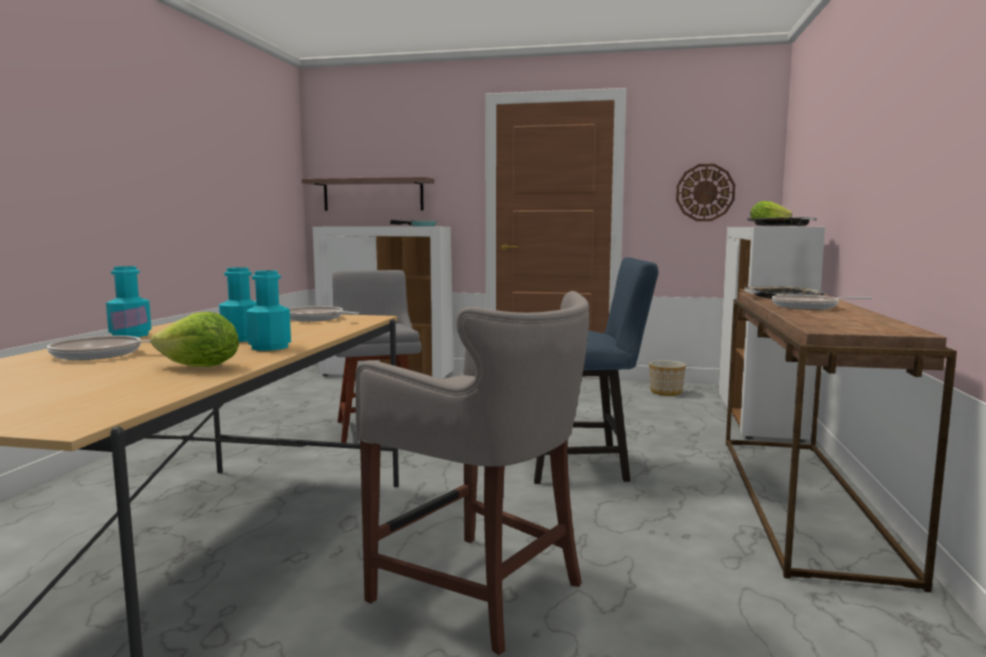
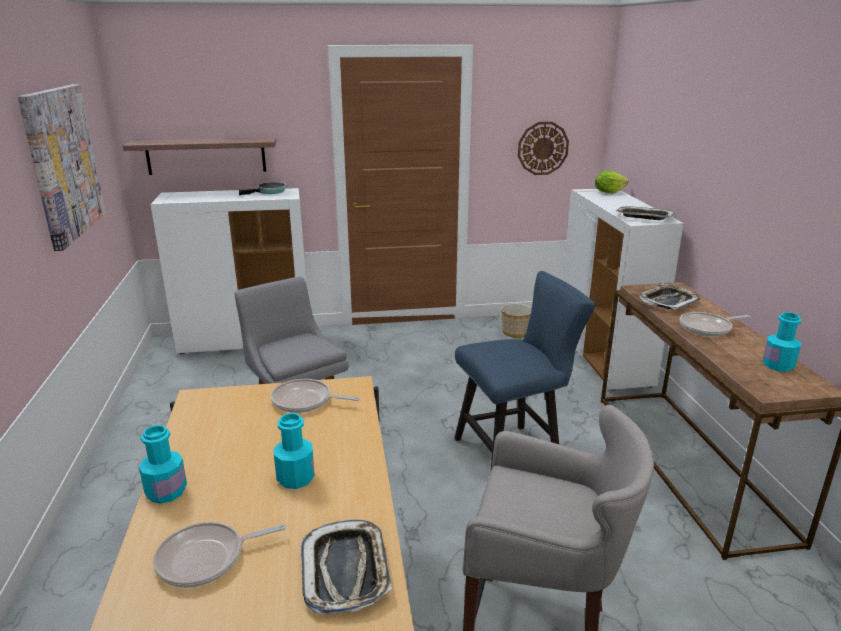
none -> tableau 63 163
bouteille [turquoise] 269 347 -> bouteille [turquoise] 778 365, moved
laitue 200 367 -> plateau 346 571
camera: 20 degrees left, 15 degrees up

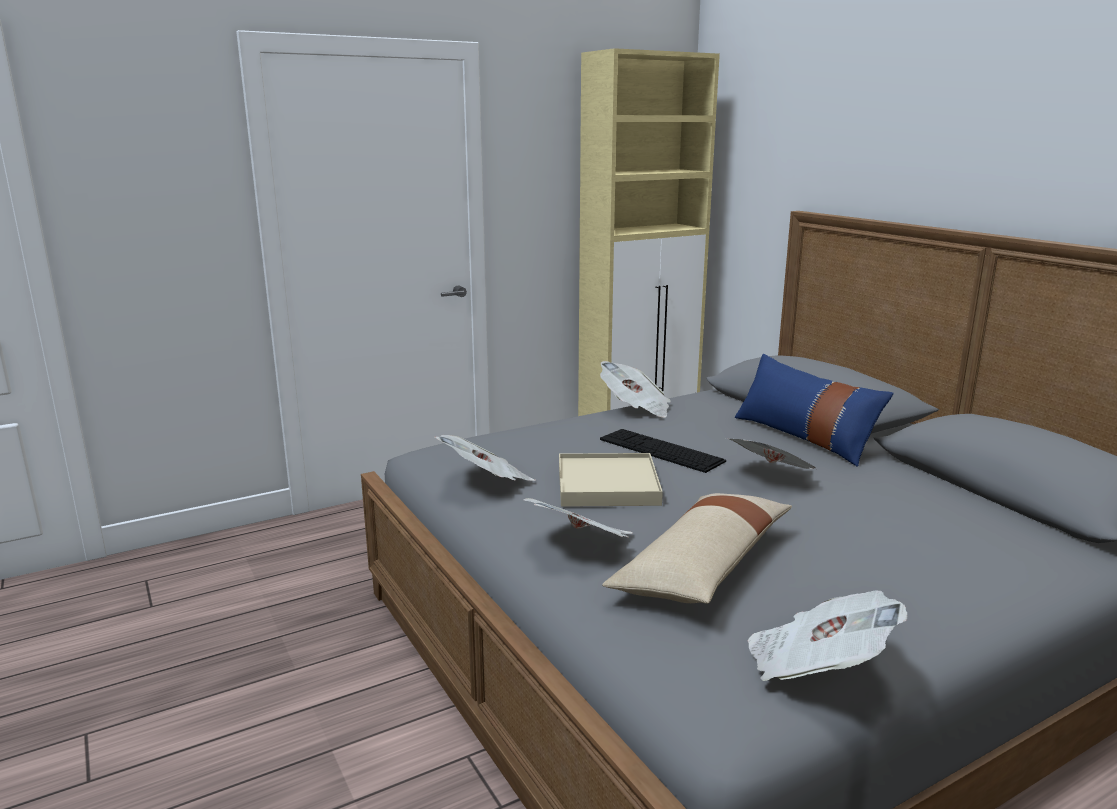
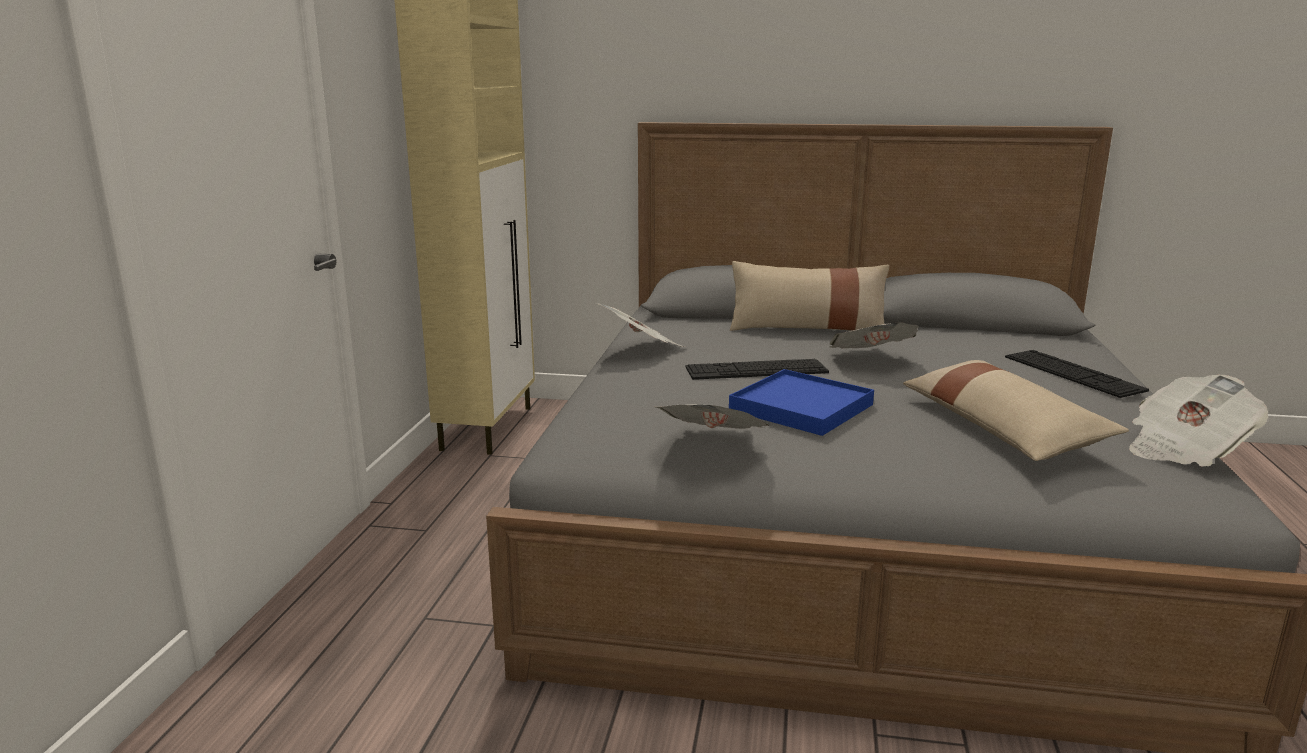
journal 582 545 -> none
none -> clavier 1072 373
plateau [beige] 608 485 -> plateau [bleu] 801 407
coussin [bleu] 804 437 -> coussin [beige] 807 328
camera: 50 degrees left, 0 degrees up

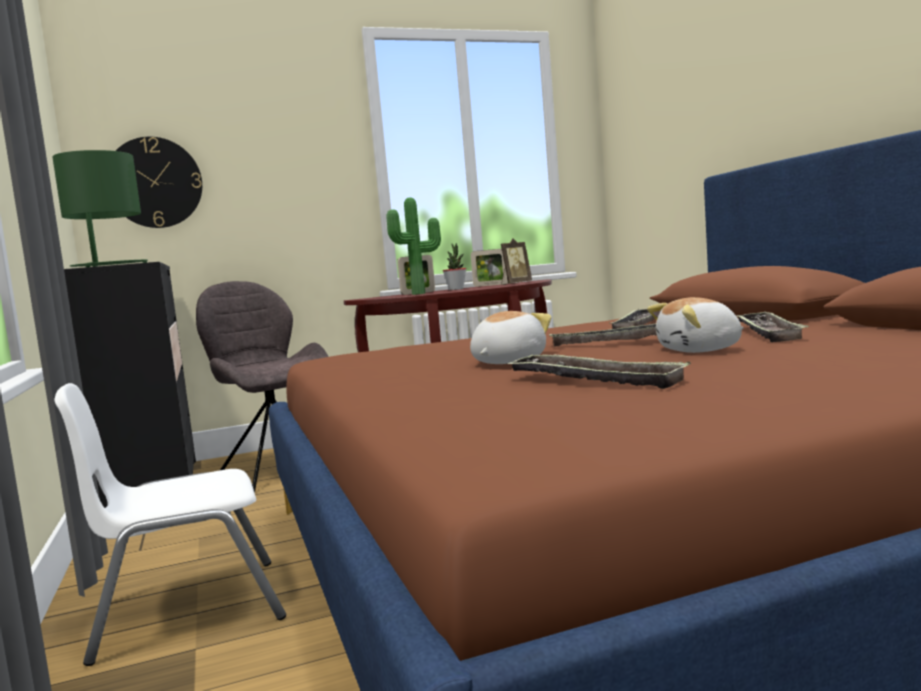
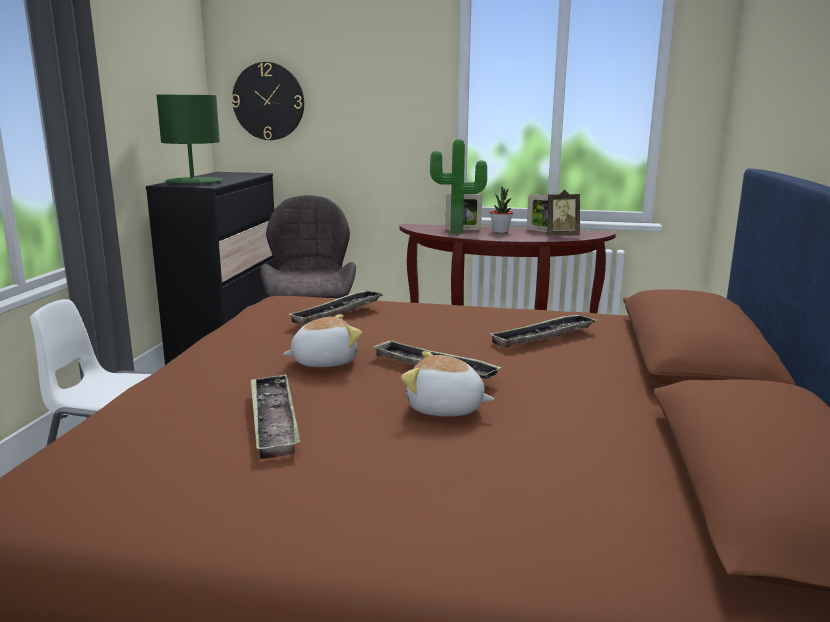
plateau 767 332 -> plateau 338 312, moved
camera: 30 degrees right, 10 degrees up

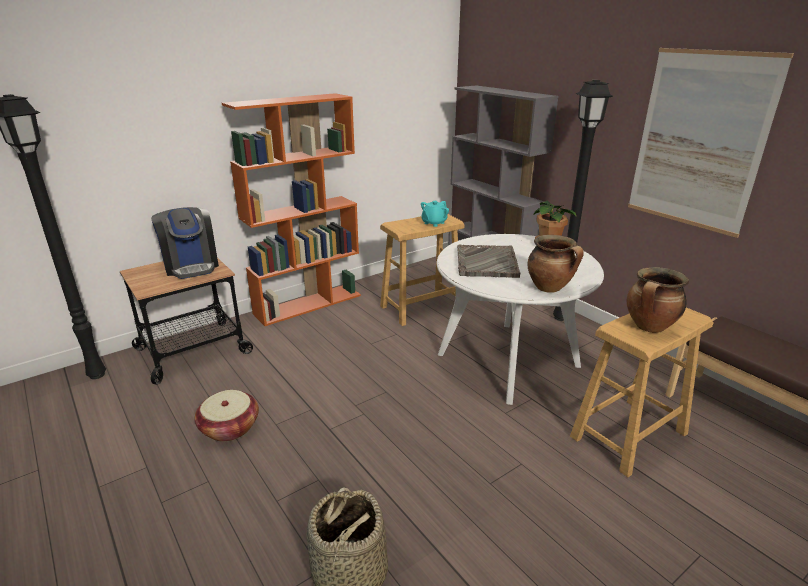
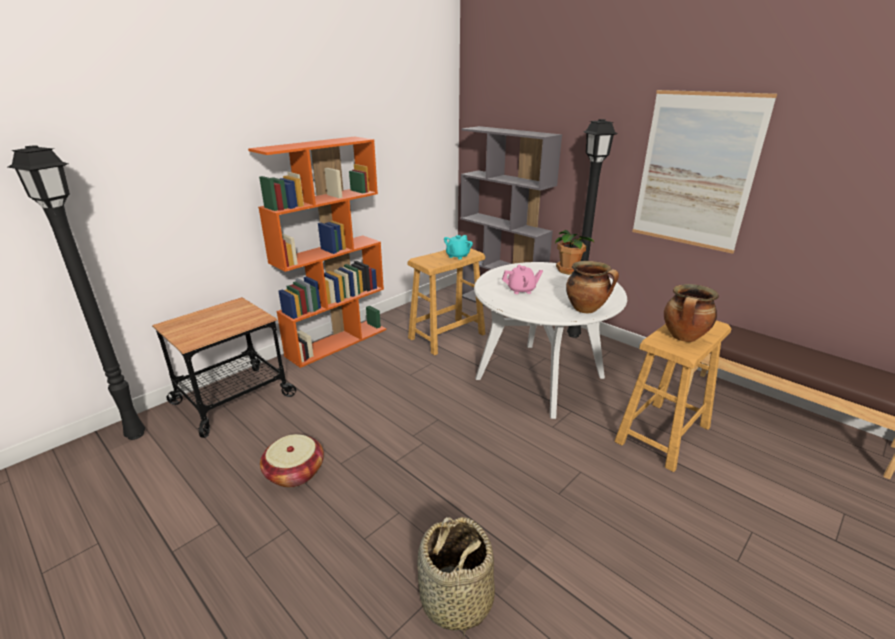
machine à café 191 266 -> none
plateau [gris] 486 263 -> théière [rose] 521 290
camera: 10 degrees left, 0 degrees up

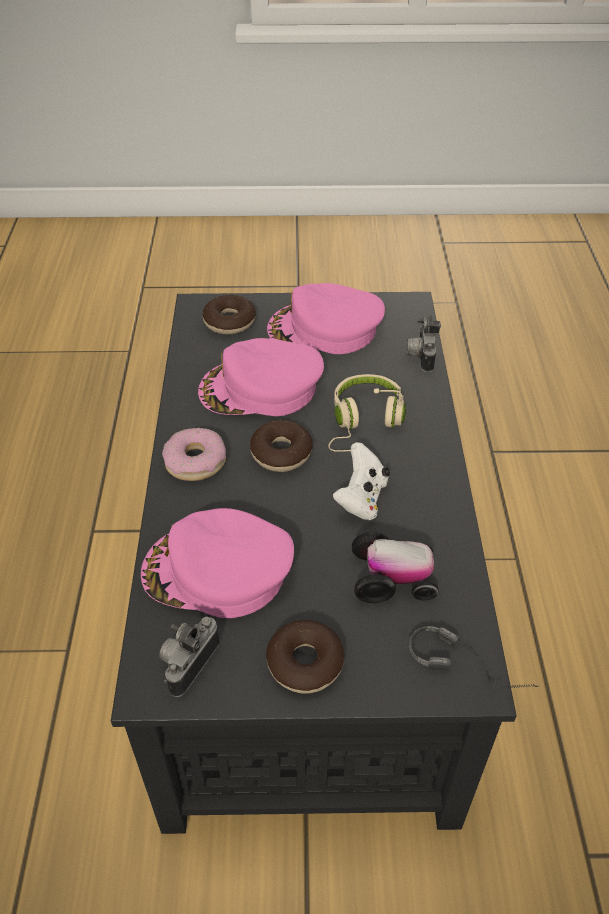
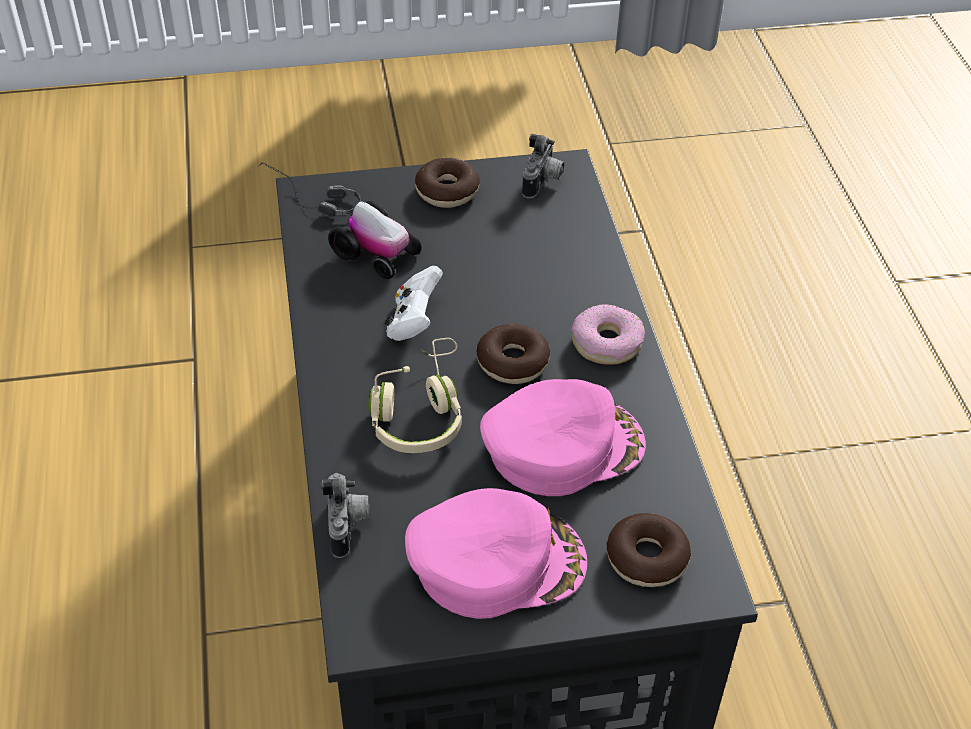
casquette [rose] 217 571 -> none
petite voiture 393 579 -> petite voiture 376 254, 135 degrees counterclockwise
camera: 170 degrees right, 0 degrees up

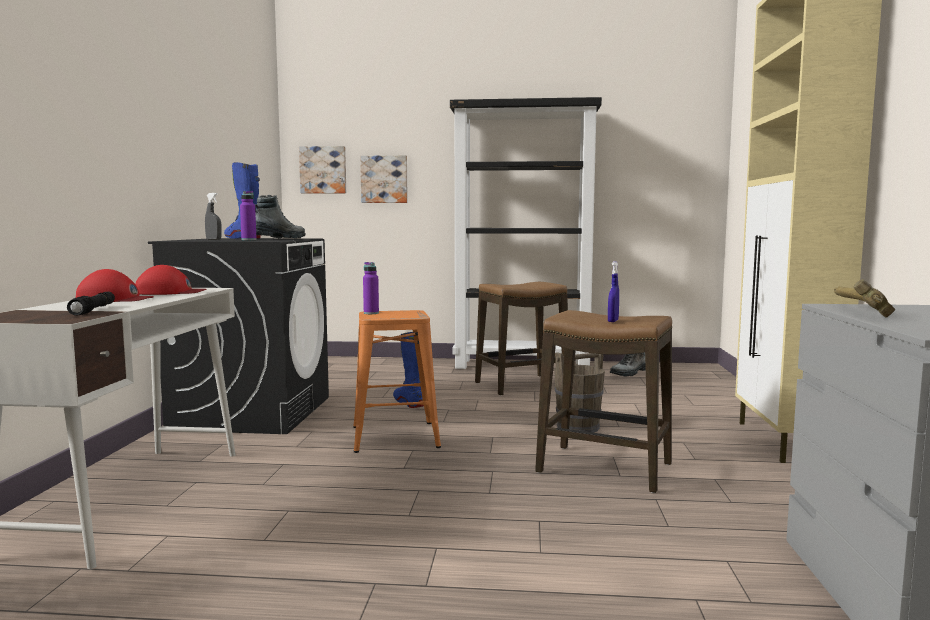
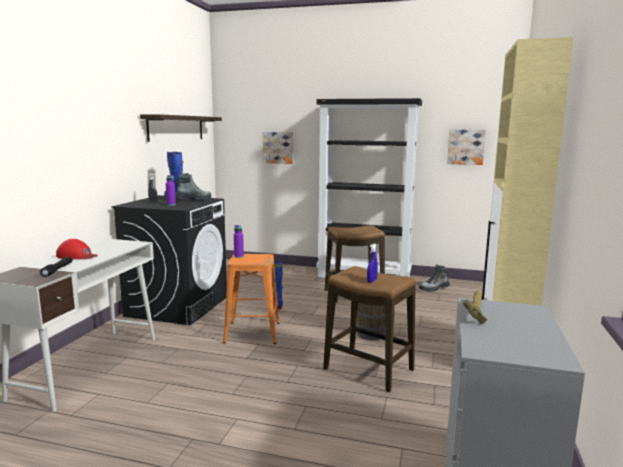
casquette [rouge] 169 292 -> none
none -> étagère 176 128
tableau 323 170 -> tableau 465 147, moved
camera: 10 degrees right, 5 degrees up

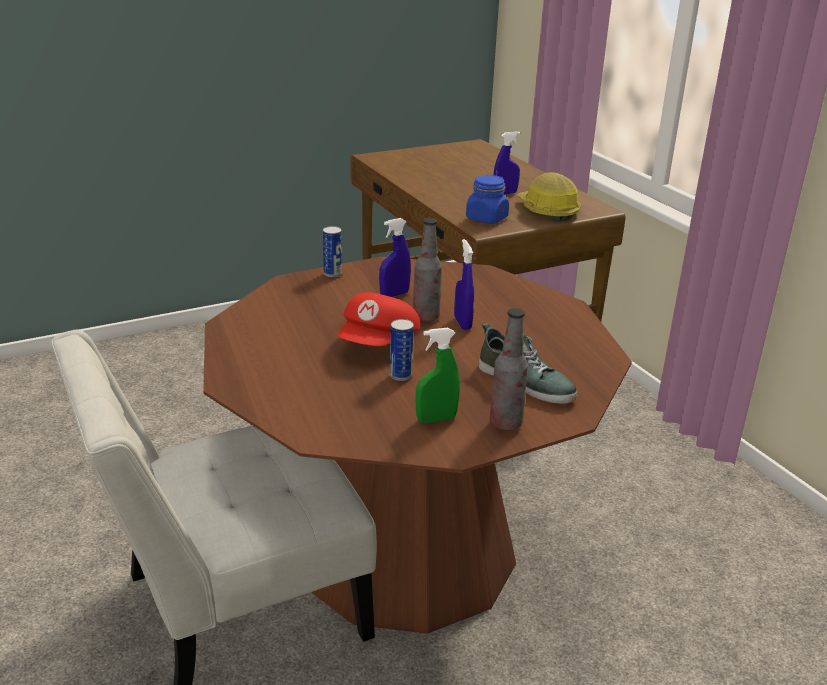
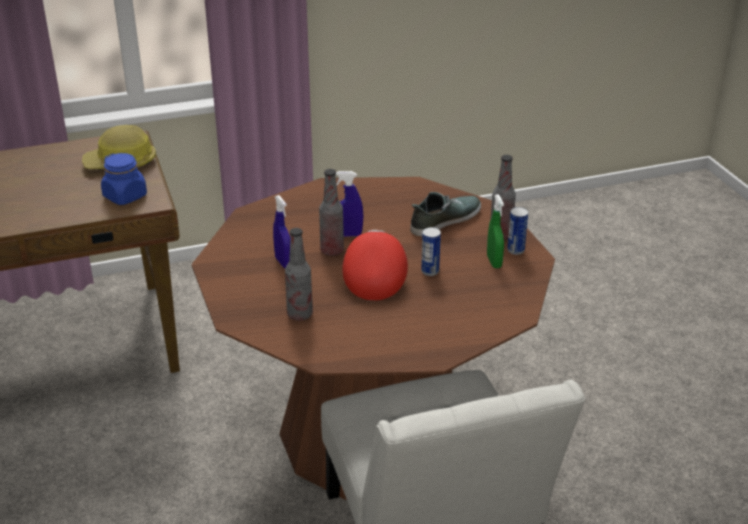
vaporisateur [bleu] 505 193 -> none
none -> bouteille 300 314
boîte métallique 332 274 -> boîte métallique 515 250, moved
casquette [rouge] 379 343 -> casquette [rouge] 374 277, 120 degrees counterclockwise
camera: 80 degrees left, 5 degrees up

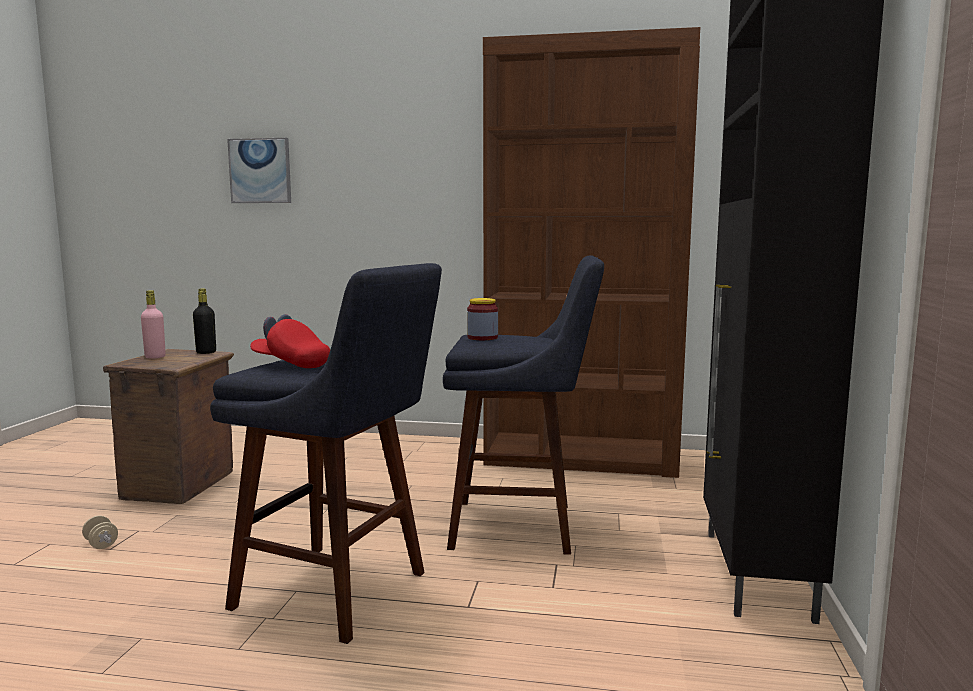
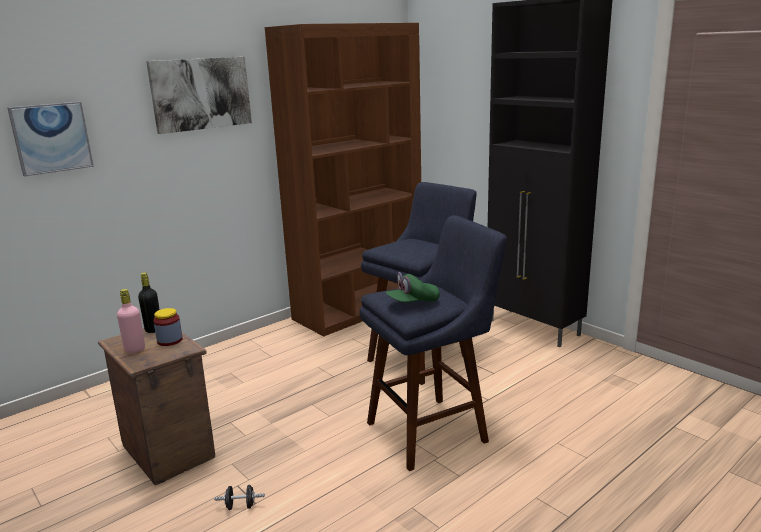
none -> tableau 201 94
bocal 482 338 -> bocal 170 340, moved
haltère [beige] 101 544 -> haltère [noir] 240 506
casquette [rouge] 291 364 -> casquette [vert] 413 302
camera: 50 degrees left, 10 degrees up

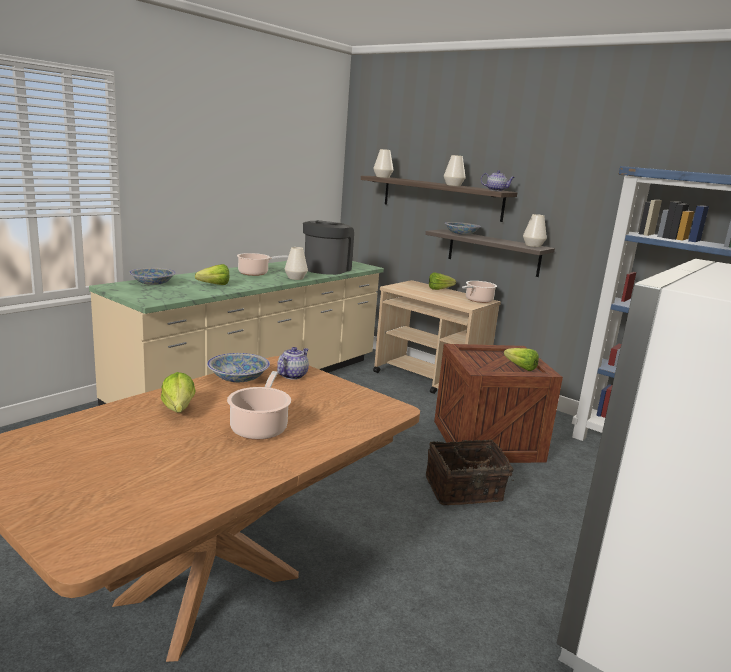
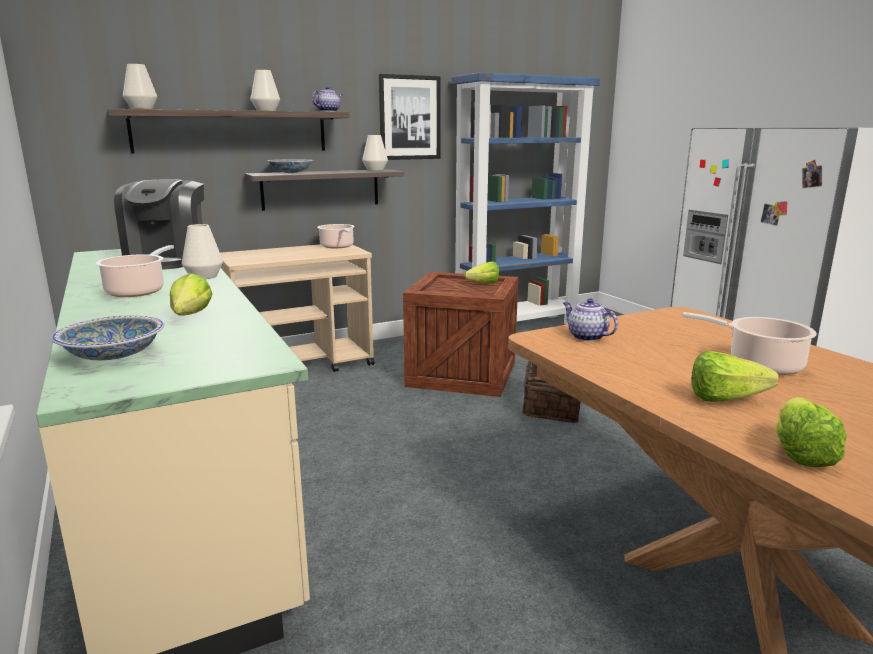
bol 238 378 -> none
none -> tableau 409 118
laitue 442 289 -> laitue 800 450, moved
machine à café 326 269 -> machine à café 168 260, 135 degrees counterclockwise
camera: 65 degrees left, 0 degrees up

